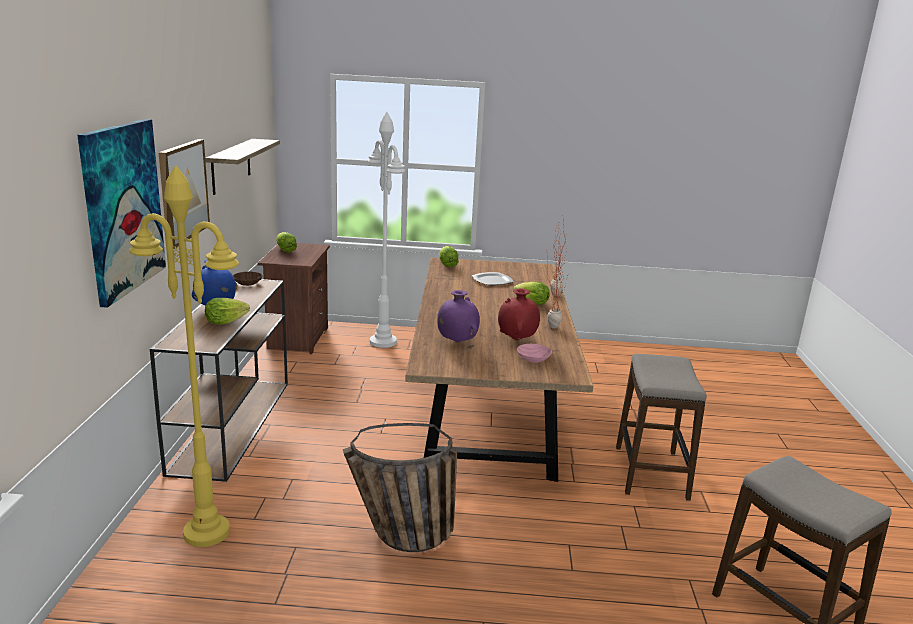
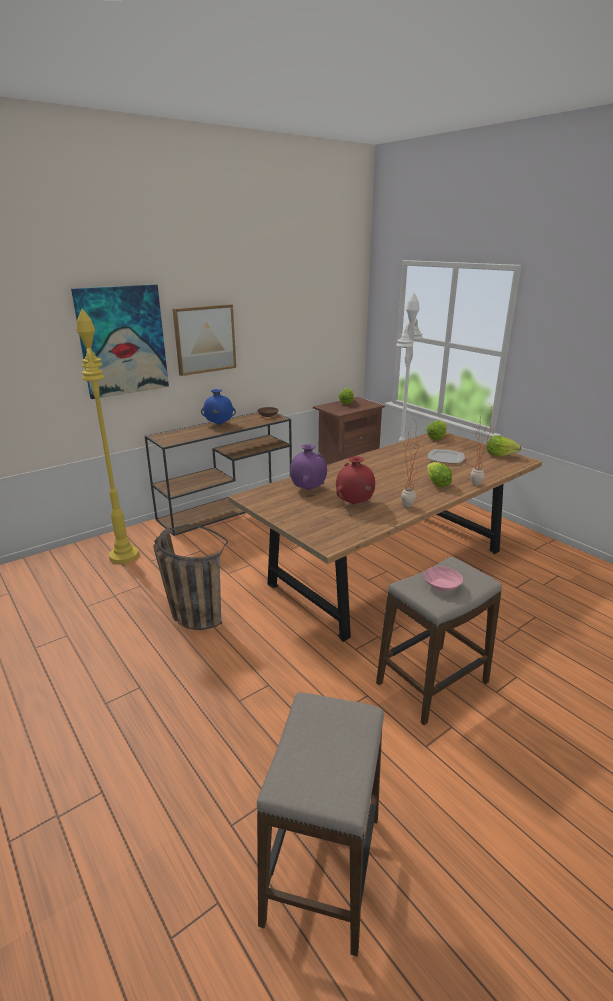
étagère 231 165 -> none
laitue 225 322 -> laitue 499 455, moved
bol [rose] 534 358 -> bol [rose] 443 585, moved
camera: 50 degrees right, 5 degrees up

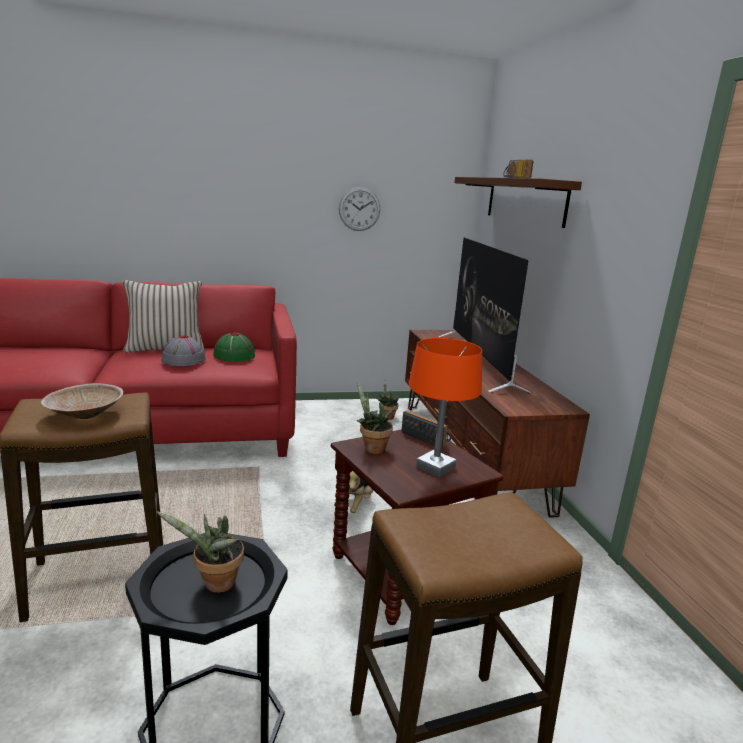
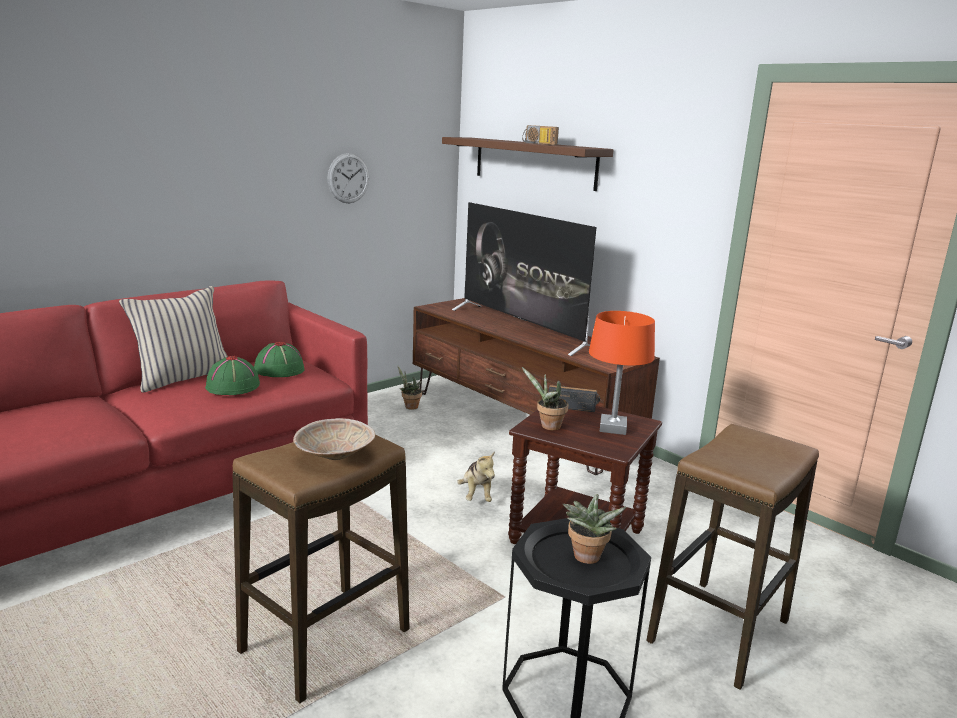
chapeau [gris] 183 360 -> chapeau [vert] 233 386
camera: 30 degrees left, 0 degrees up

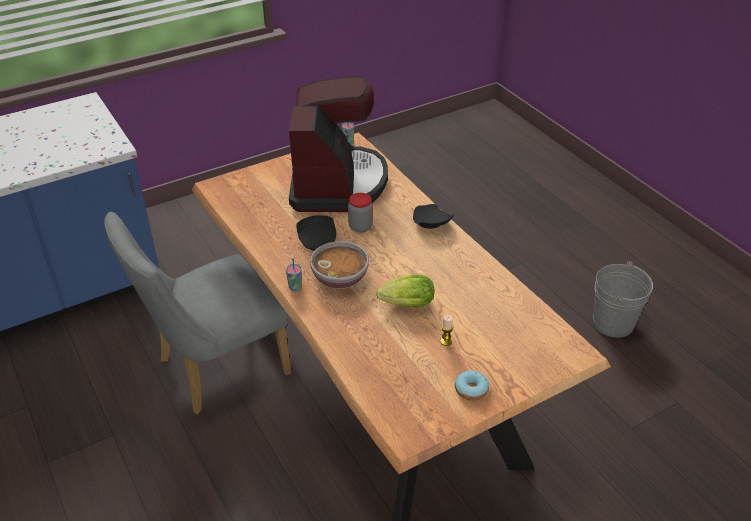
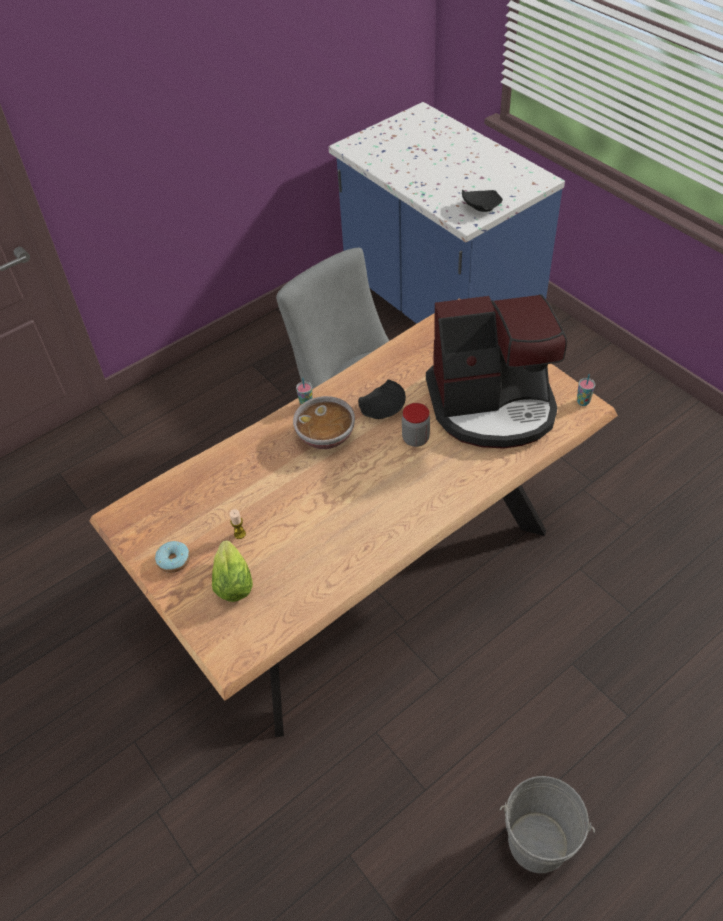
laitue 404 305 -> laitue 232 580, moved
assiette [noir] 430 224 -> assiette [noir] 480 206, moved
camera: 85 degrees right, 10 degrees up

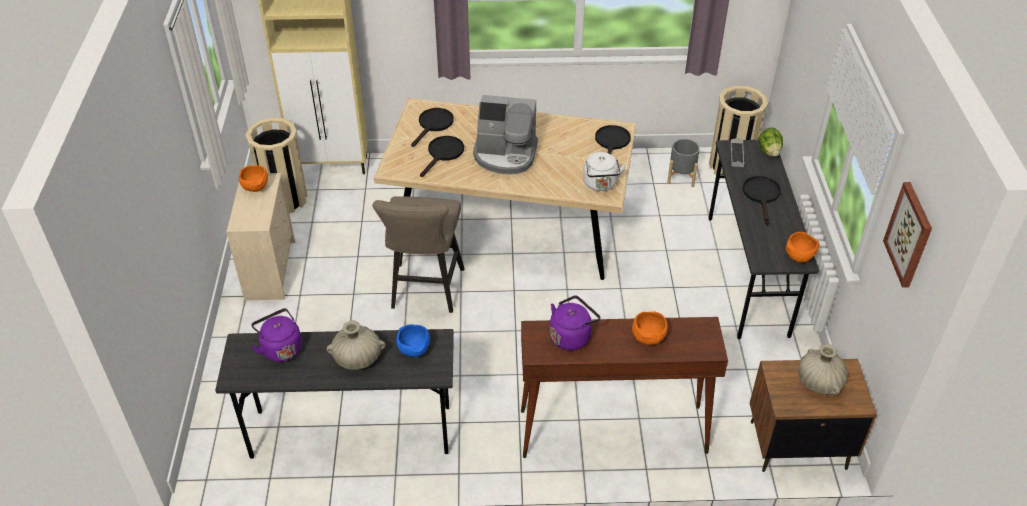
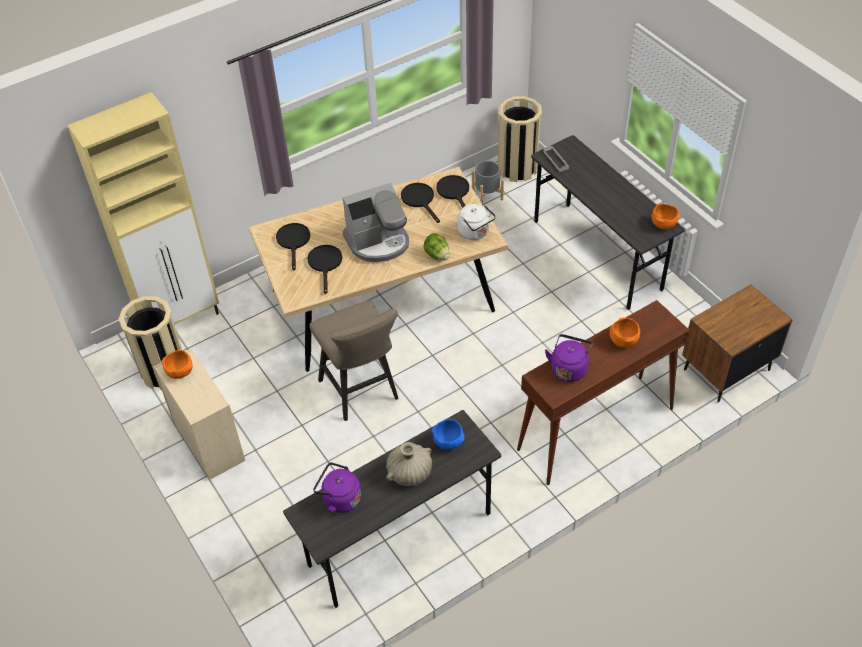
vase [beige] 819 382 -> none
tableau 909 234 -> none
poêle [noir] 761 196 -> poêle [noir] 420 200, moved
laitue 769 151 -> laitue 437 255, moved
camera: 30 degrees left, 5 degrees up

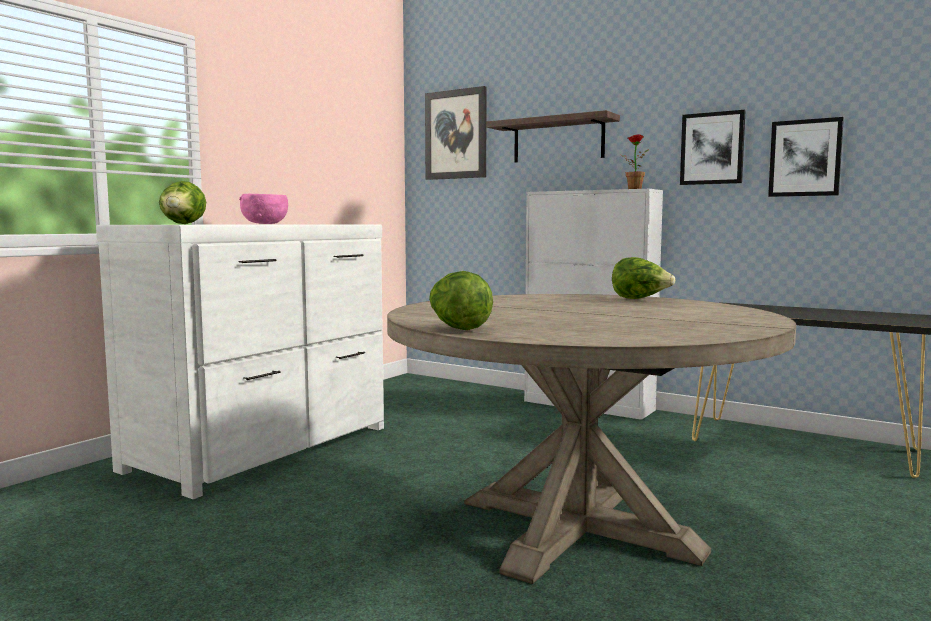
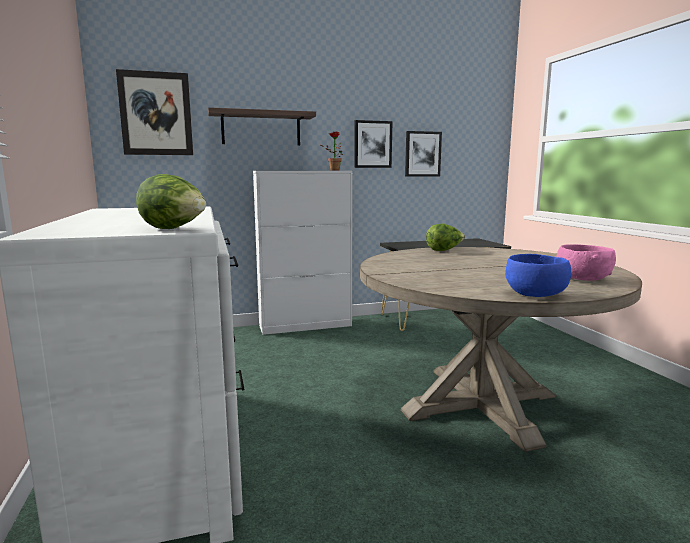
bol [rose] 264 224 -> bol [rose] 582 279, moved
laitue 458 328 -> bol [bleu] 536 294
camera: 50 degrees left, 5 degrees up

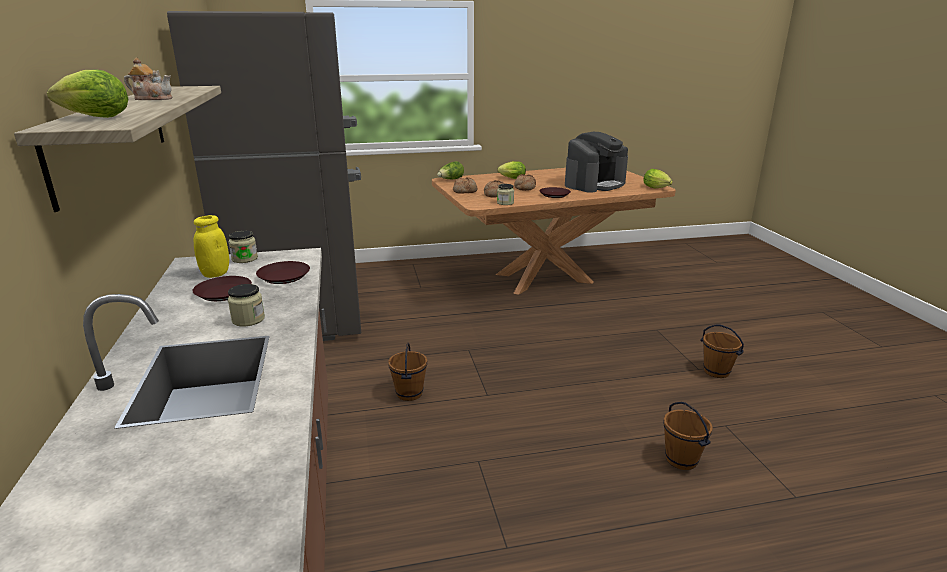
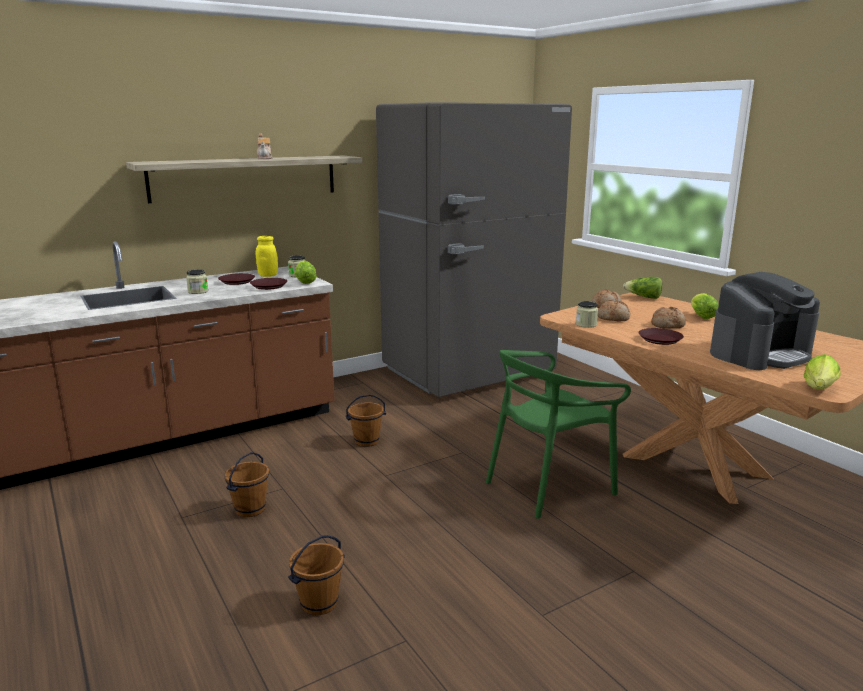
none -> chaise [vert] 548 485
laitue 91 117 -> laitue 304 282, moved
seau [marron] 716 371 -> seau [marron] 250 509, moved
machine à café 595 184 -> machine à café 760 354, 60 degrees counterclockwise
camera: 70 degrees right, 5 degrees down

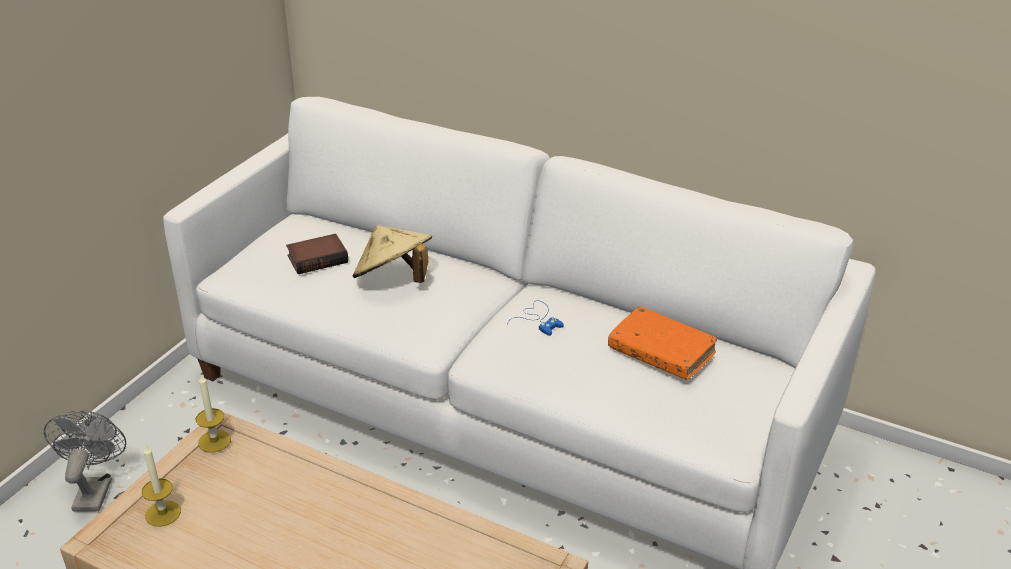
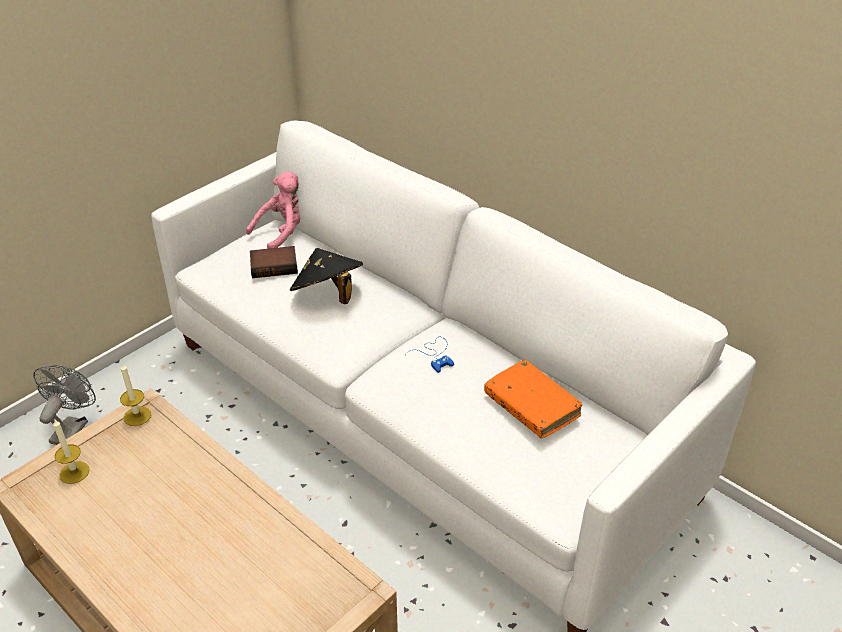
none -> peluche [rose] 283 233
chapeau [beige] 394 279 -> chapeau [noir] 328 296
camera: 15 degrees right, 5 degrees up

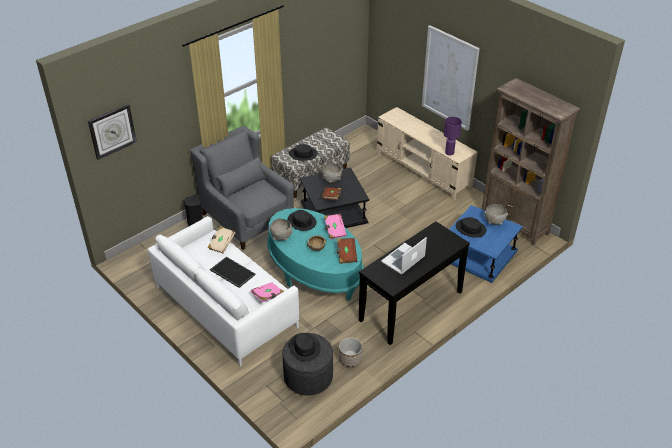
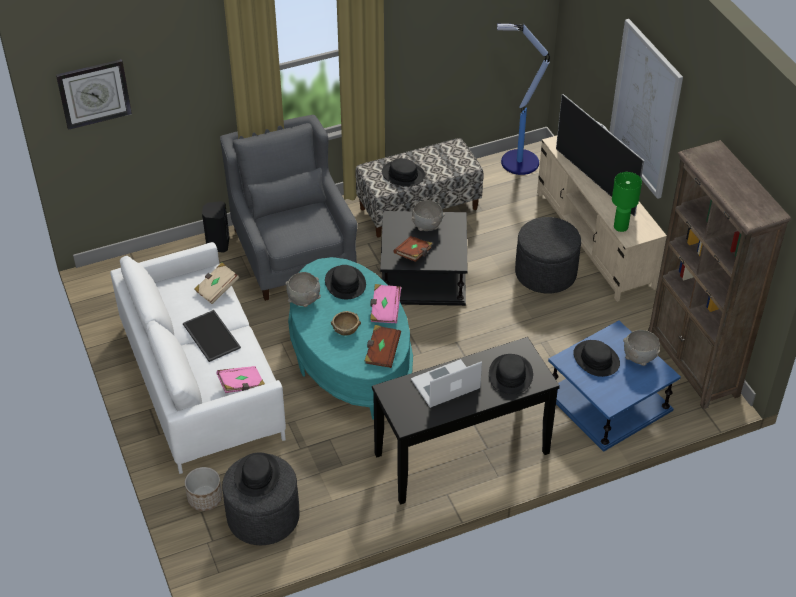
none -> chapeau [noir] 510 375
none -> lampadaire 518 162
none -> pouf [gris] 545 273
none -> téléviseur 595 181
cache-pot 350 359 -> cache-pot 204 498, moved
lampe de table [violet] 449 153 -> lampe de table [vert] 620 227
camera: 20 degrees right, 5 degrees up

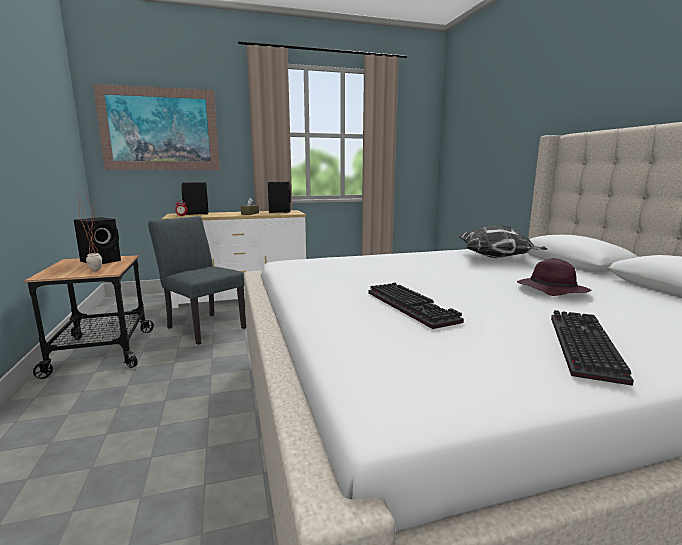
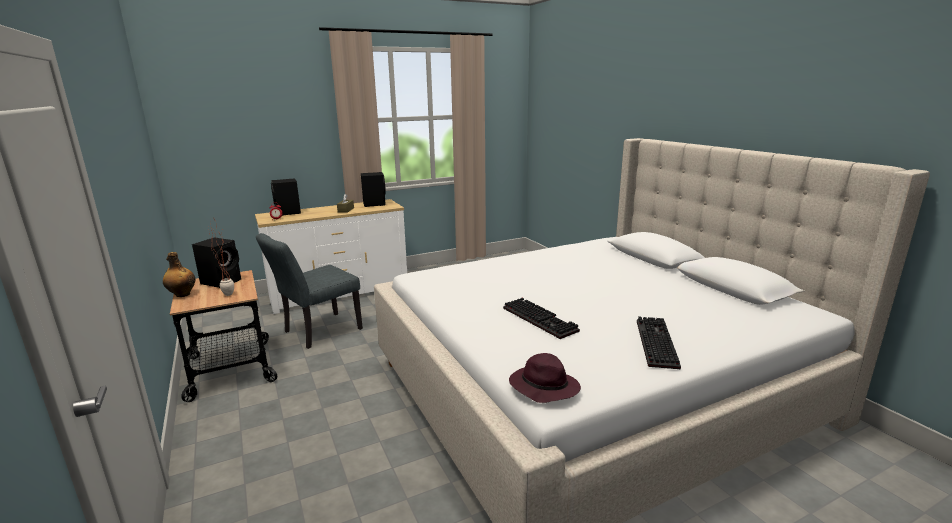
tableau 160 129 -> none
coussin 497 258 -> none
none -> bouteille 182 294
chapeau [violet] 550 290 -> chapeau [violet] 543 387, moved
chaise [gris] 203 326 -> chaise [gris] 317 332, 75 degrees counterclockwise
camera: 10 degrees left, 5 degrees up

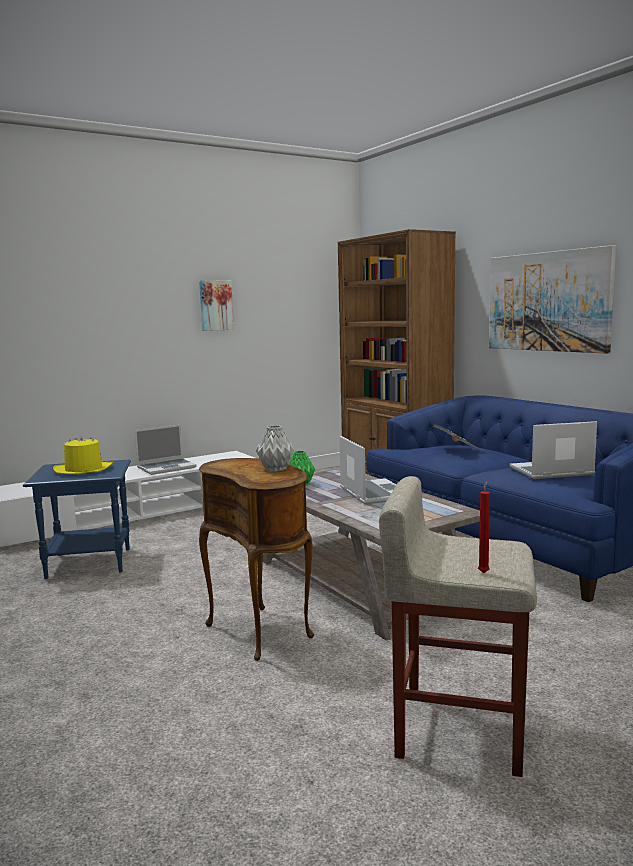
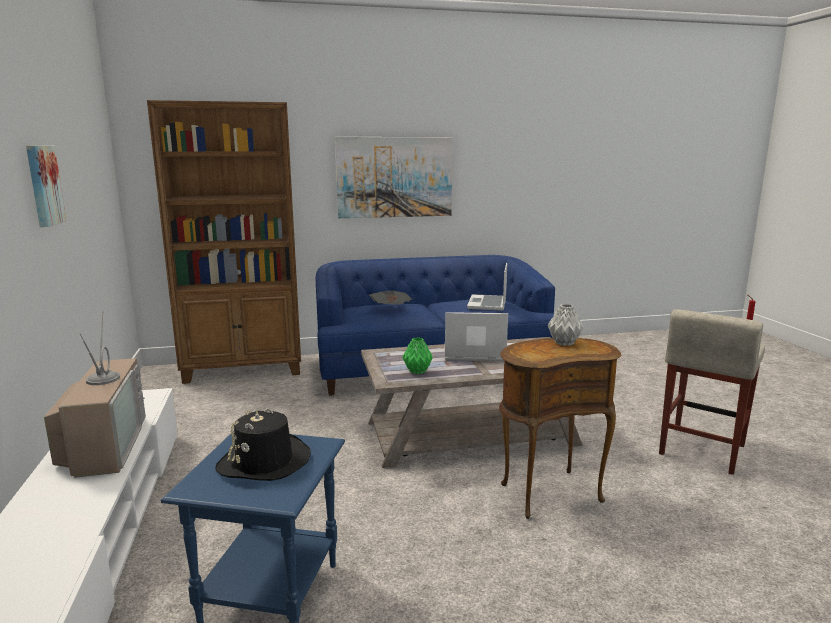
ordinateur portable 167 467 -> téléviseur 103 445
chapeau [jaune] 83 470 -> chapeau [noir] 264 462
camera: 70 degrees left, 5 degrees up

